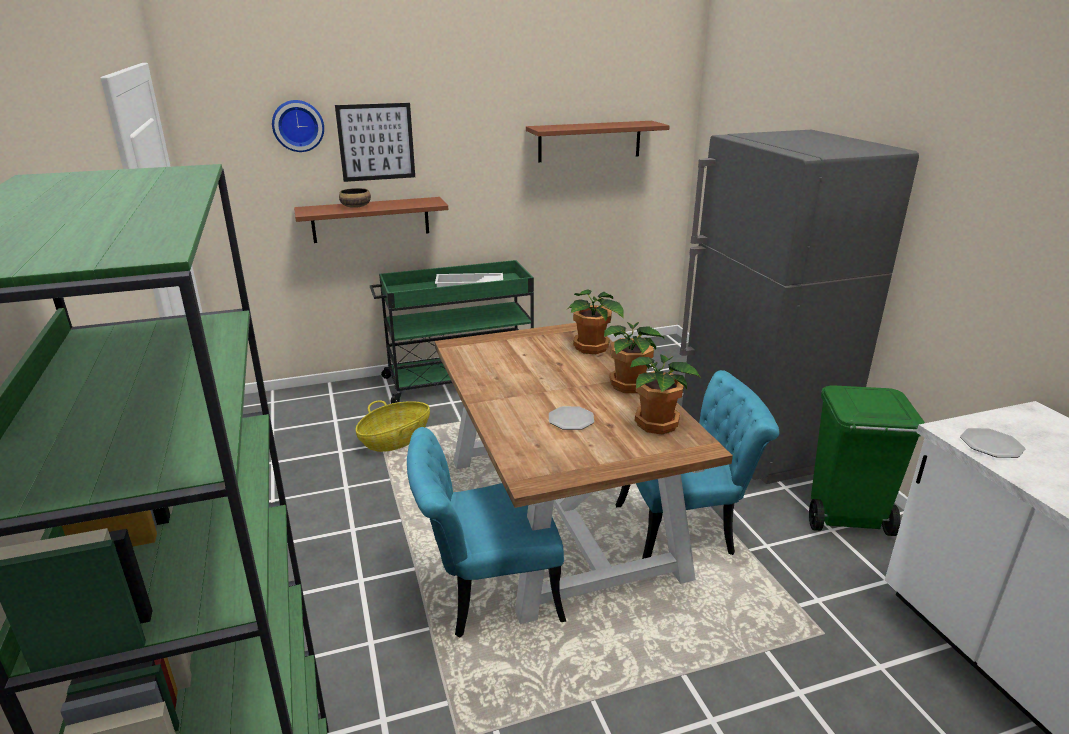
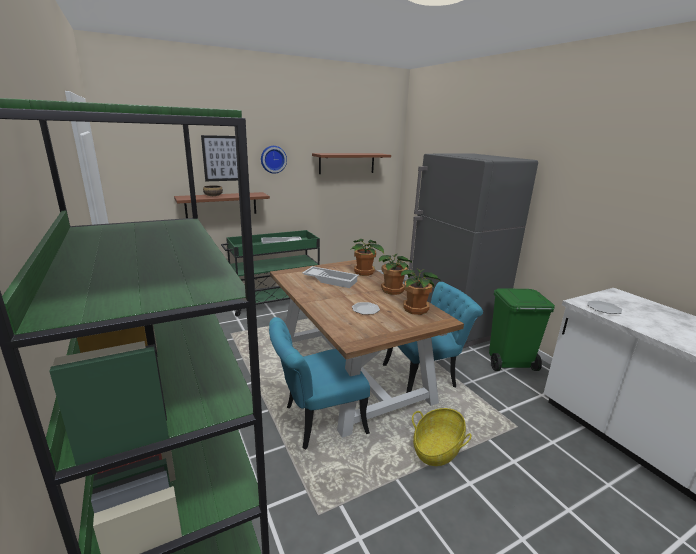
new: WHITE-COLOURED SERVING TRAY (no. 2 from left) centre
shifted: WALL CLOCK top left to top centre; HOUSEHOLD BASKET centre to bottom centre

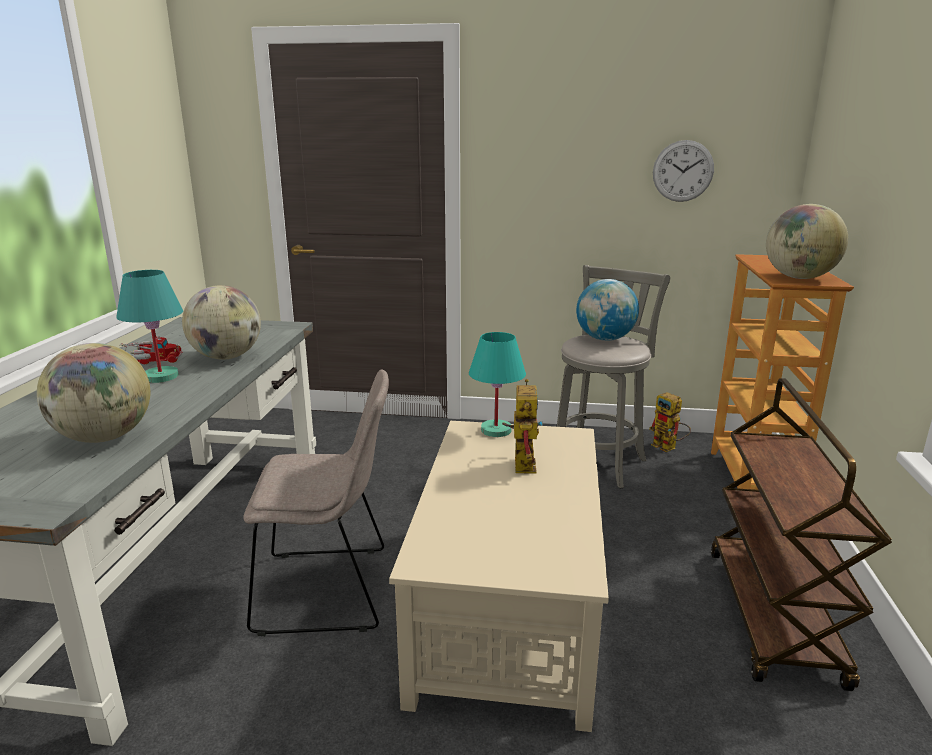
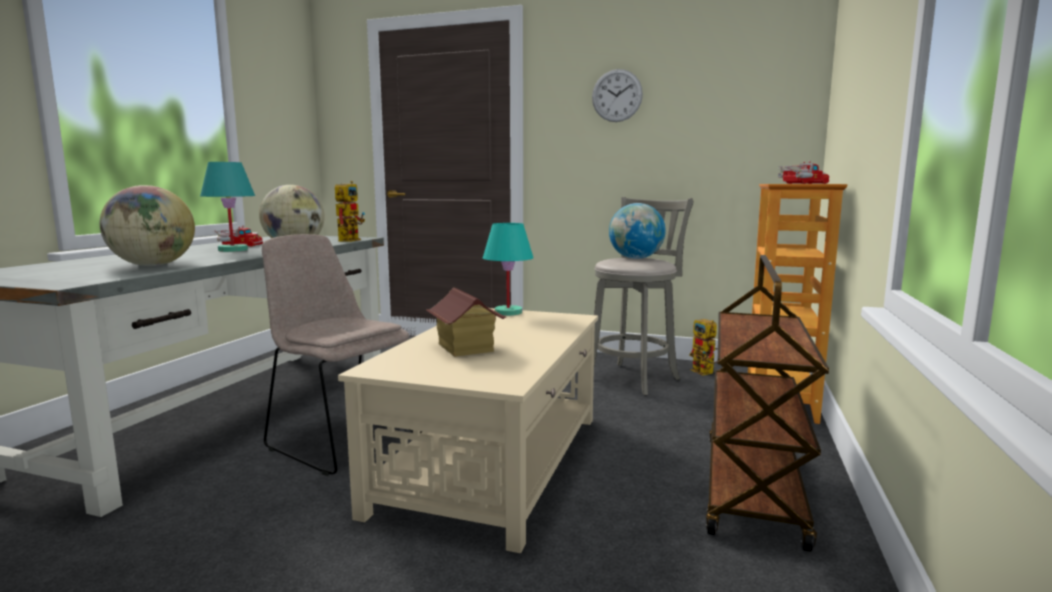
new: TOY HOUSE centre
shifted: TOY ROBOT (no. 1 from left) centre to middle left; WALL CLOCK top right to top centre
swapped: DESK GLOBE (no. 4 from left) top right to MODEL TRUCK (no. 2 from left) top right
rotated: BEIGE-COLOURED UPRIGHT CHAIR centre = middle left 150 degrees counterclockwise

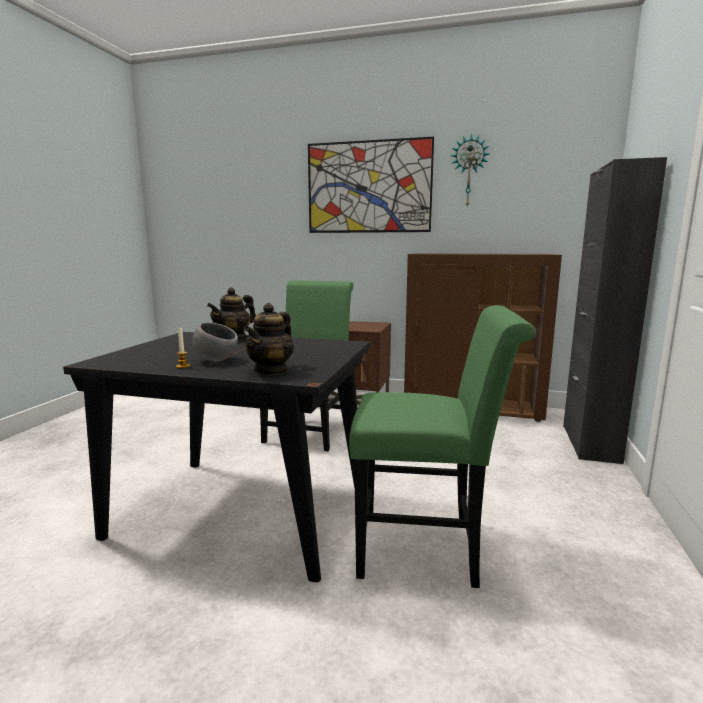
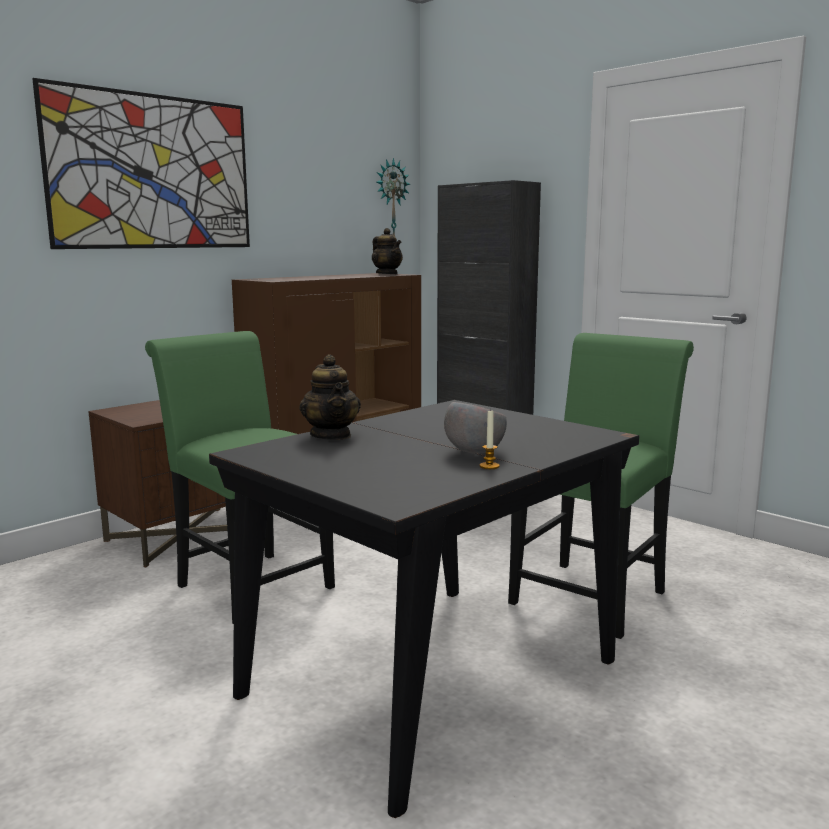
shifted: POT FOR TEA (no. 2 from left) centre to top centre; WALL CLOCK top right to top centre

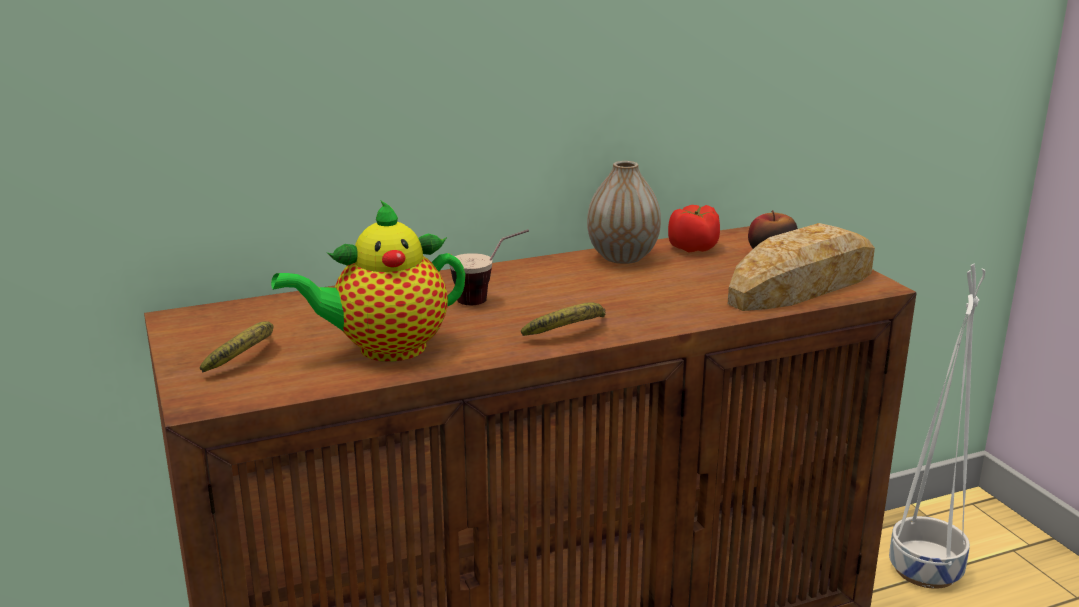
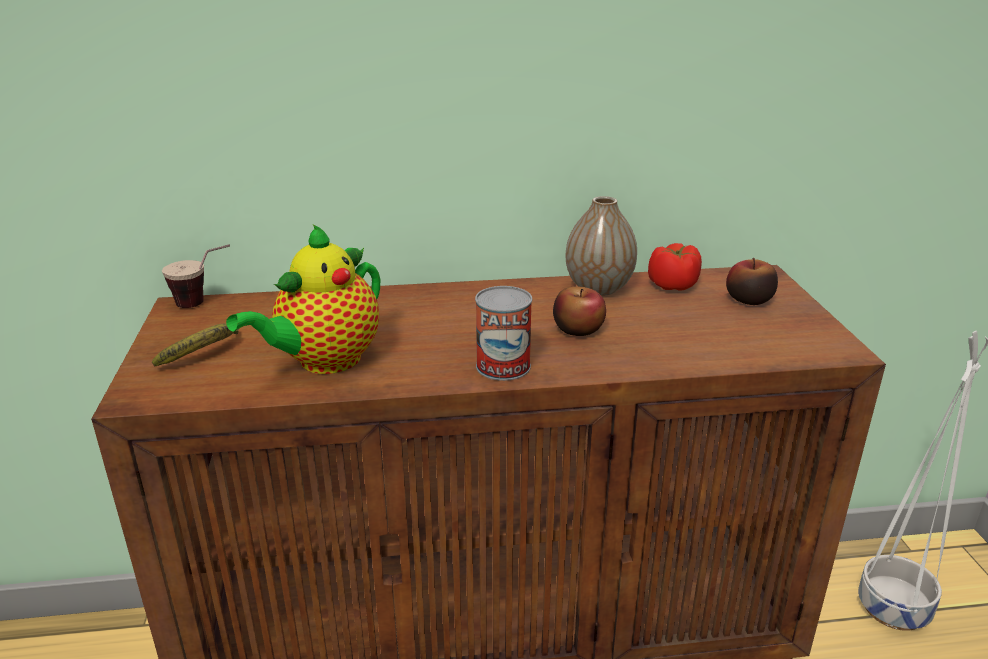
gone: BREAD middle right
new: APPLE (no. 1 from left) centre
shifted: CUP centre to middle left
swapped: WHOLE BANANA (no. 2 from left) centre to SEALED CAN centre
rotated: POT FOR TEA centre = middle left 45 degrees counterclockwise

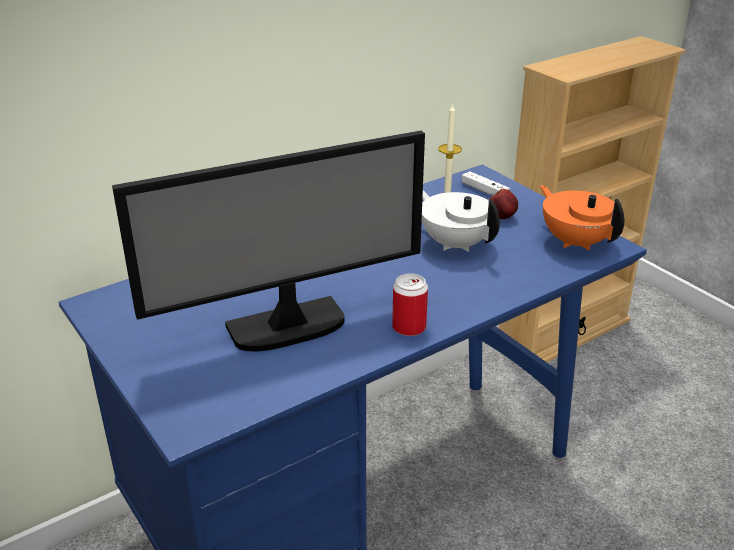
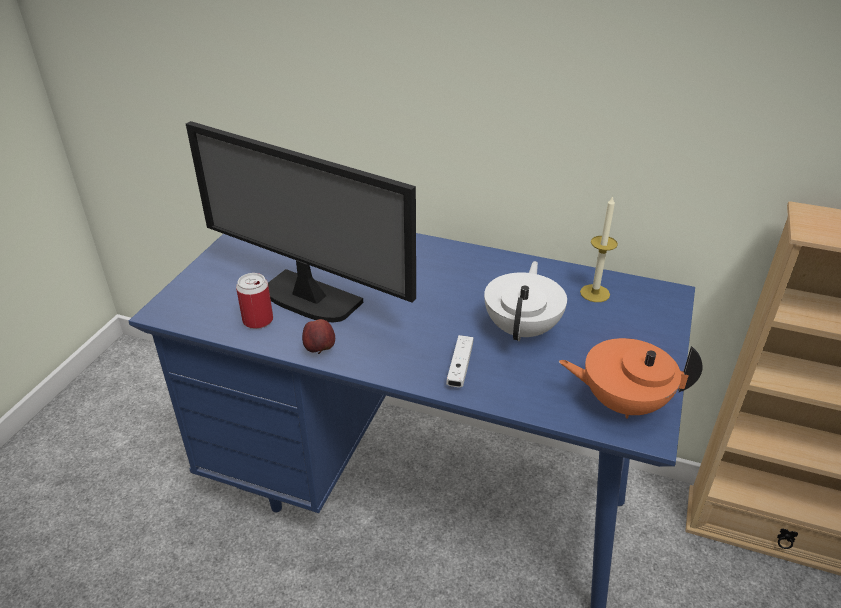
shifted: SEALED CAN centre to middle left; WHITE-COLOURED GAME CONTROLLER top centre to centre; APPLE middle right to centre
rotated: ORANGE-COLOURED POT FOR TEA middle right = middle right 105 degrees counterclockwise

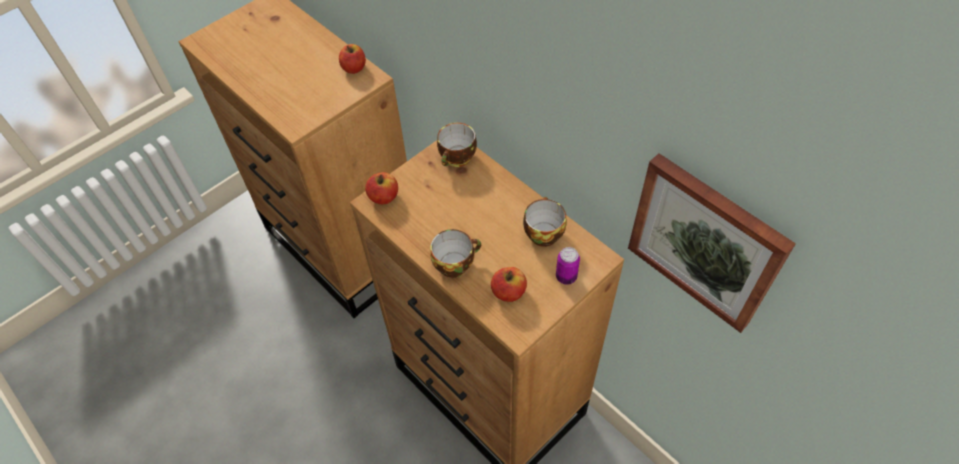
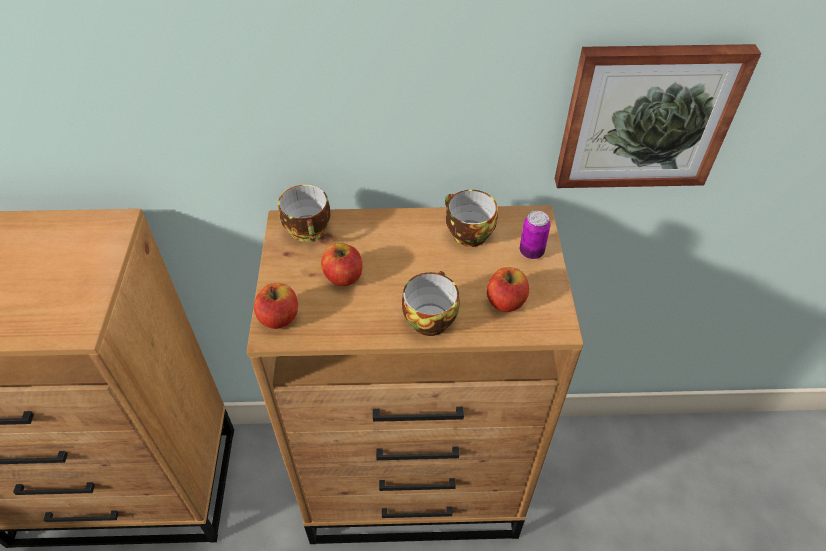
shifted: APPLE (no. 1 from left in the first image) top centre to APPLE (no. 2 from left) centre

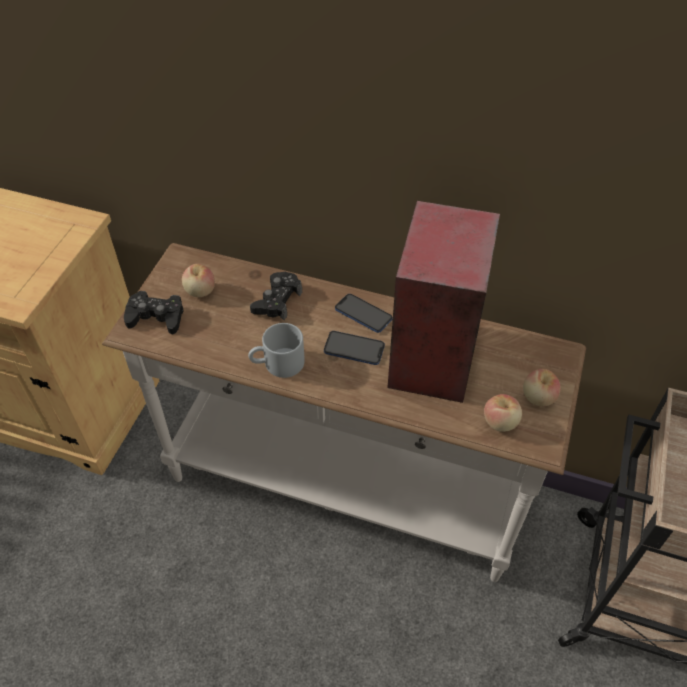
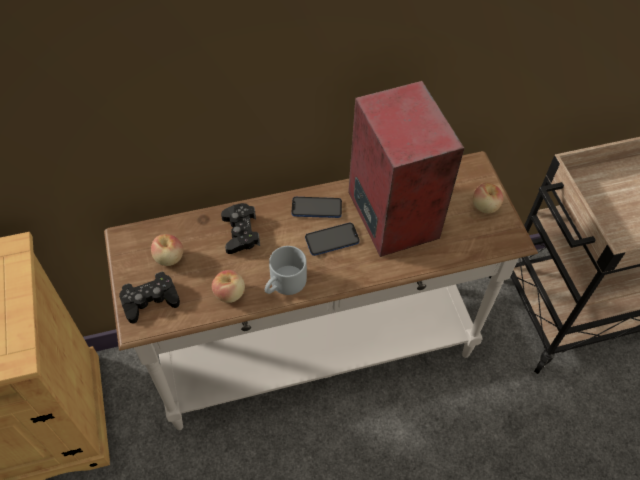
shifted: APPLE (no. 2 from left) middle right to centre

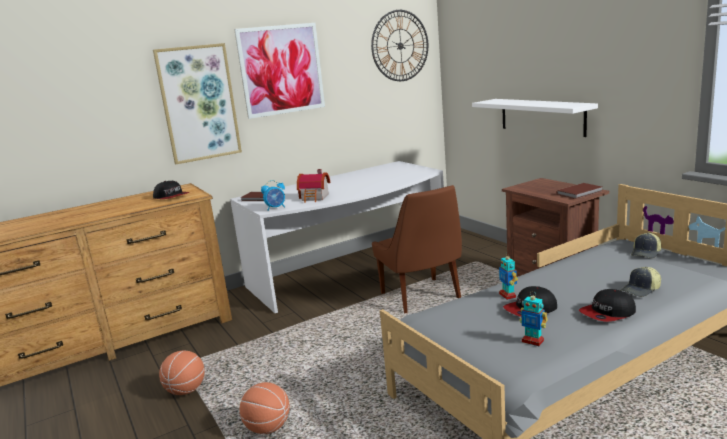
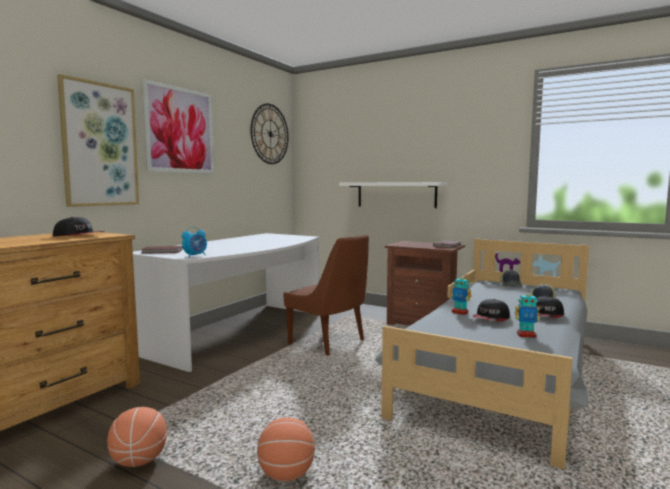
gone: TOY HOUSE centre

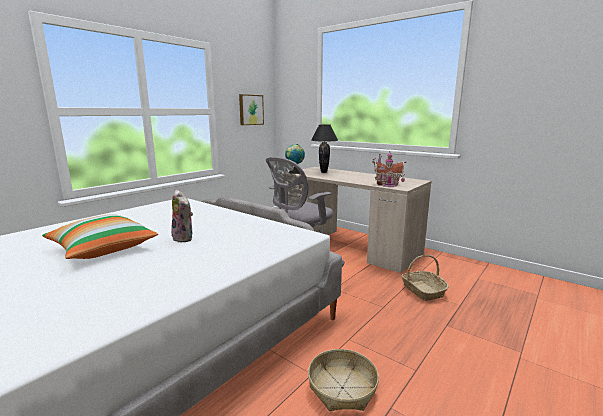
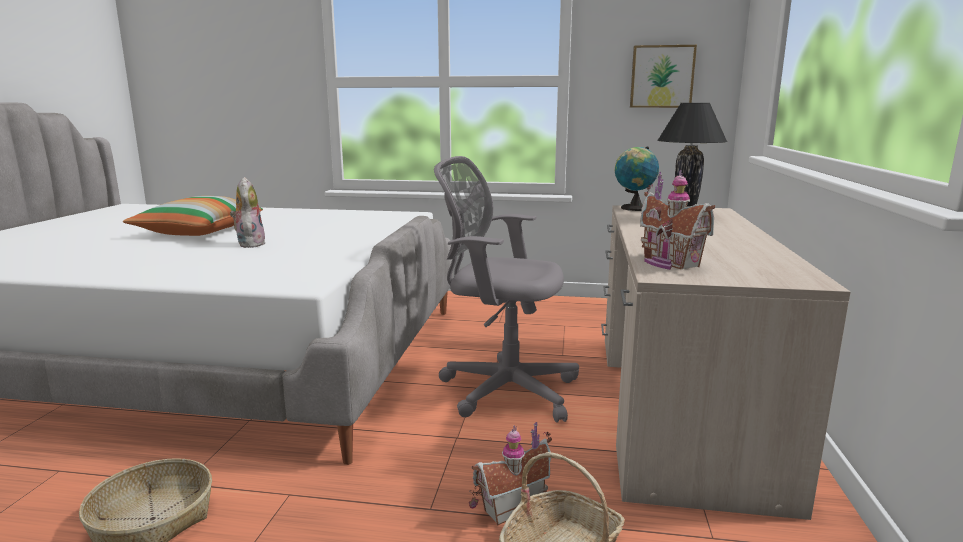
new: TOY HOUSE (no. 1 from left) bottom centre
rotated: CUDDLY TOY middle left = middle left 150 degrees clockwise

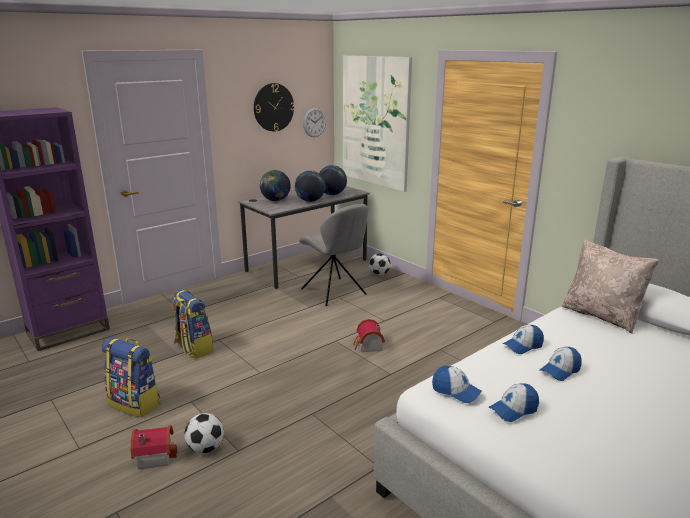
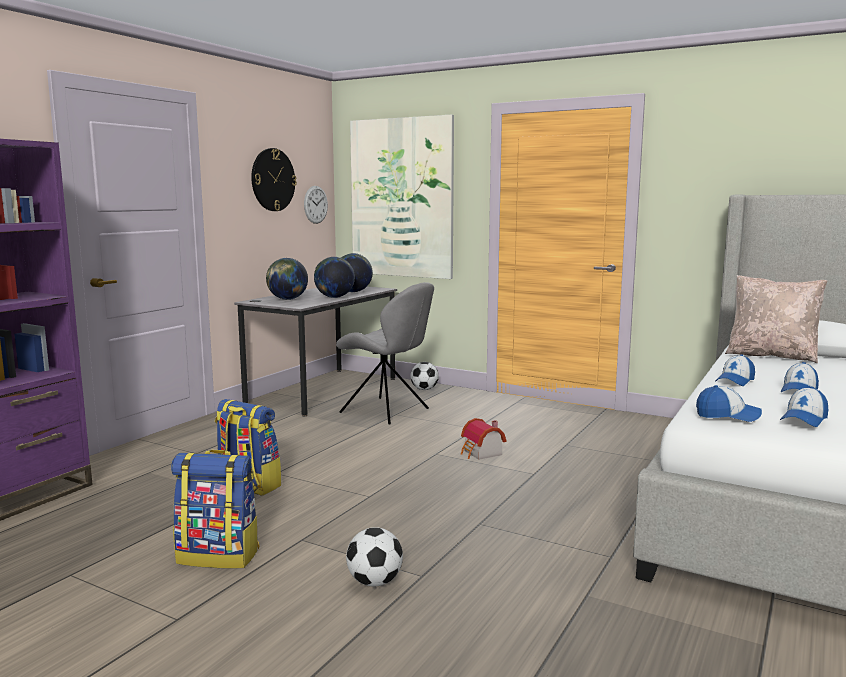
gone: TOY HOUSE (no. 1 from left) bottom left

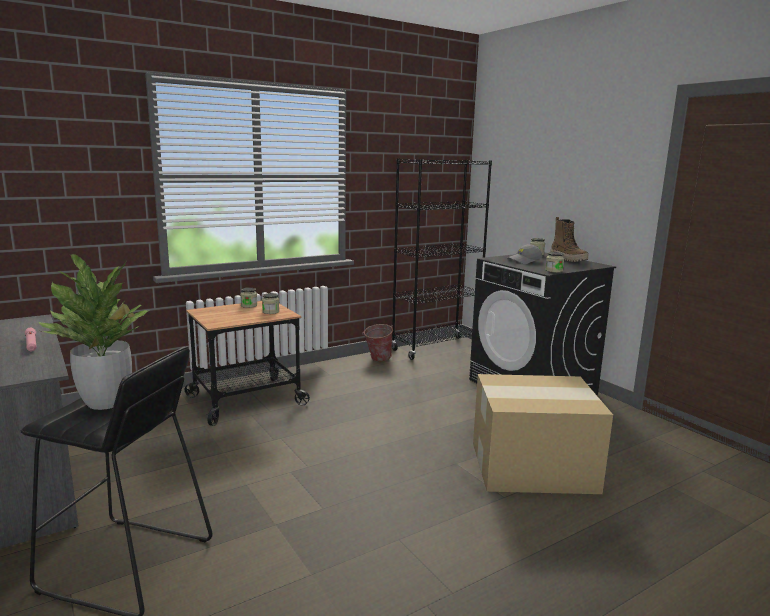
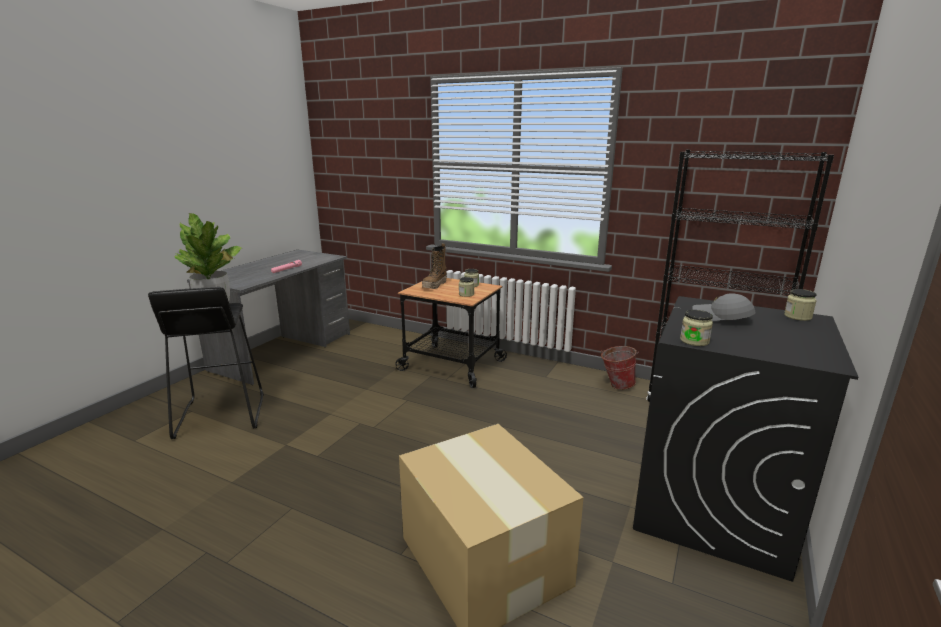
shifted: HIGH-TOP BOOT middle right to centre

